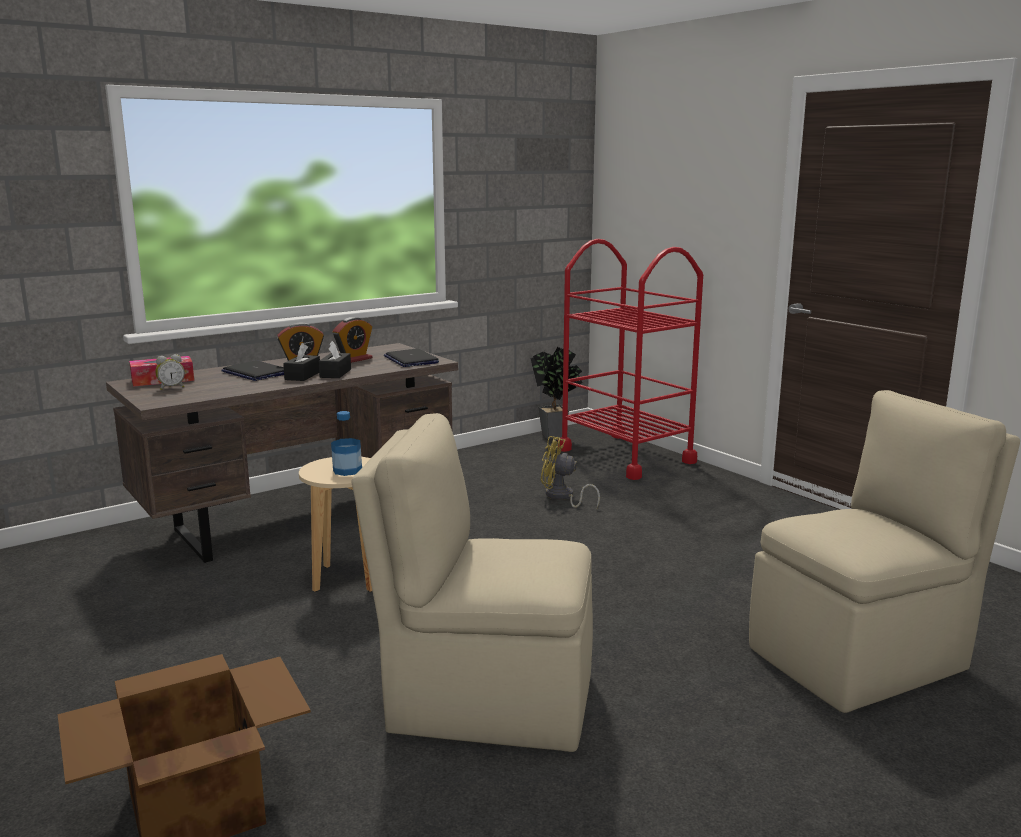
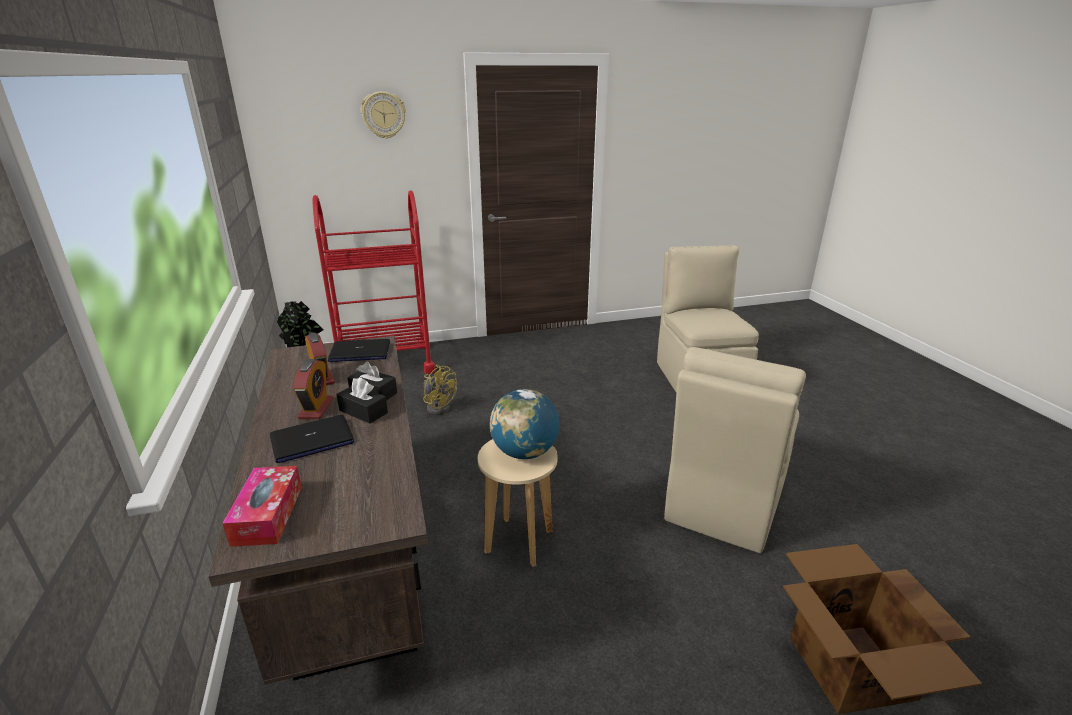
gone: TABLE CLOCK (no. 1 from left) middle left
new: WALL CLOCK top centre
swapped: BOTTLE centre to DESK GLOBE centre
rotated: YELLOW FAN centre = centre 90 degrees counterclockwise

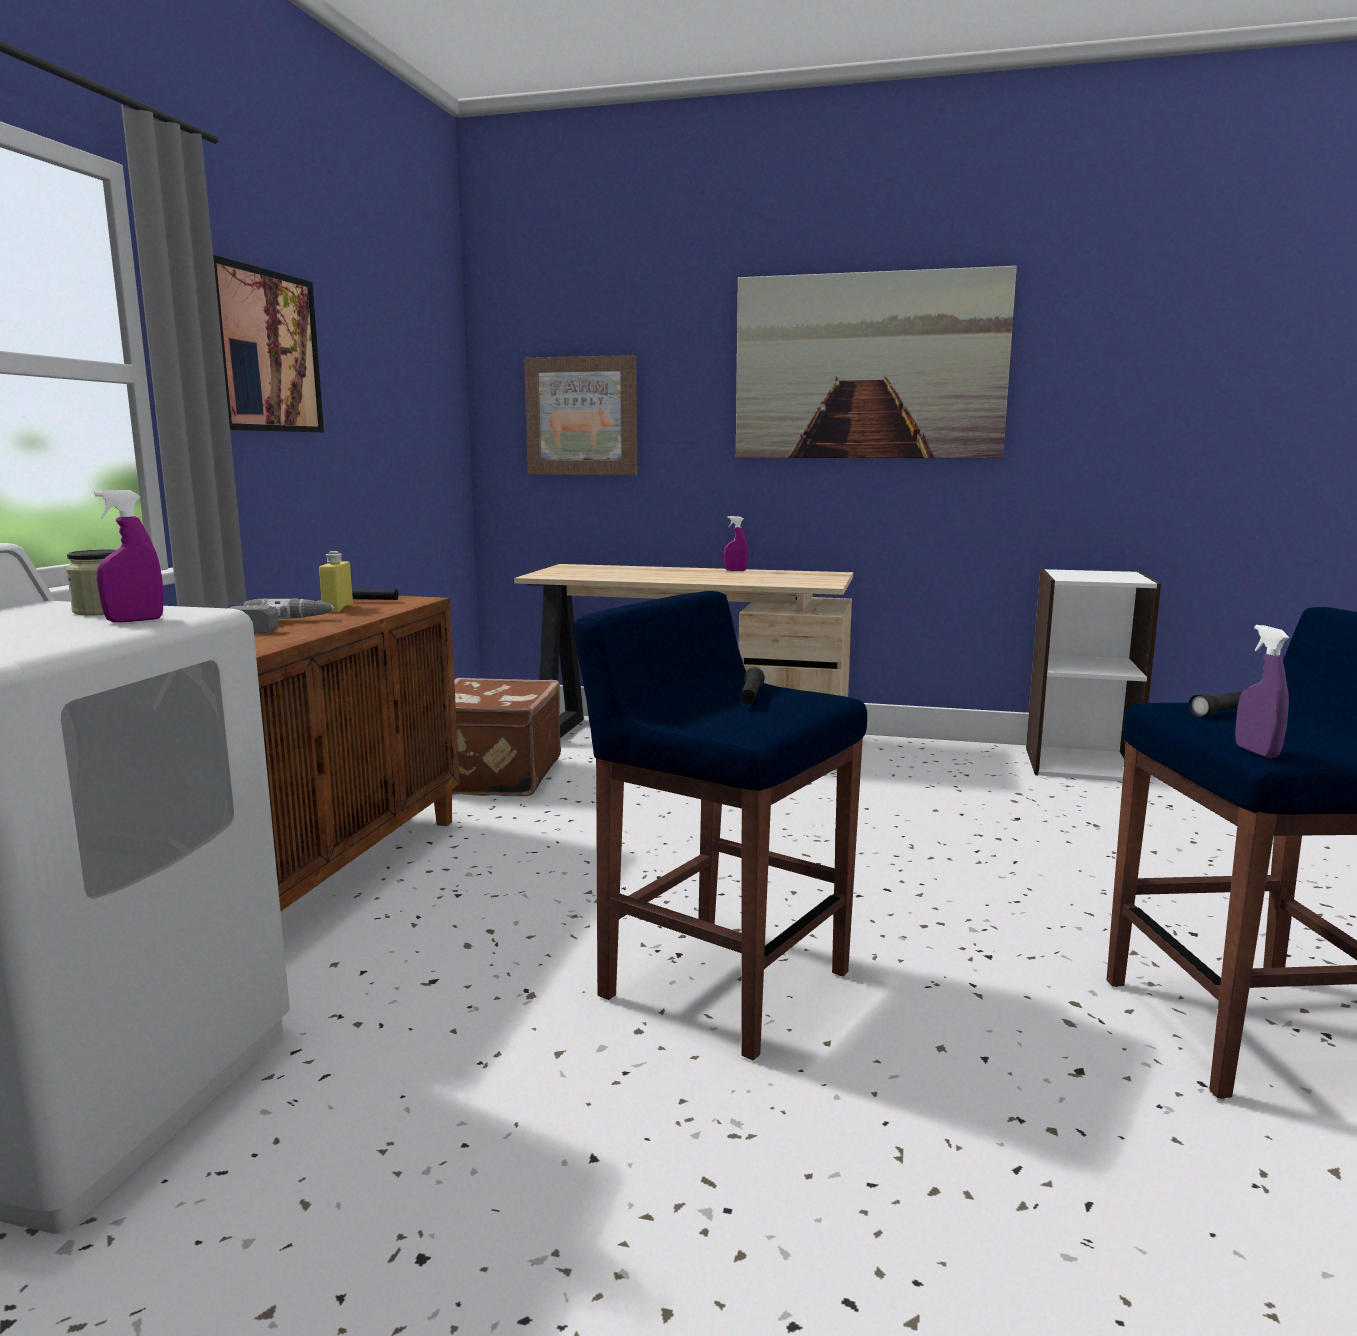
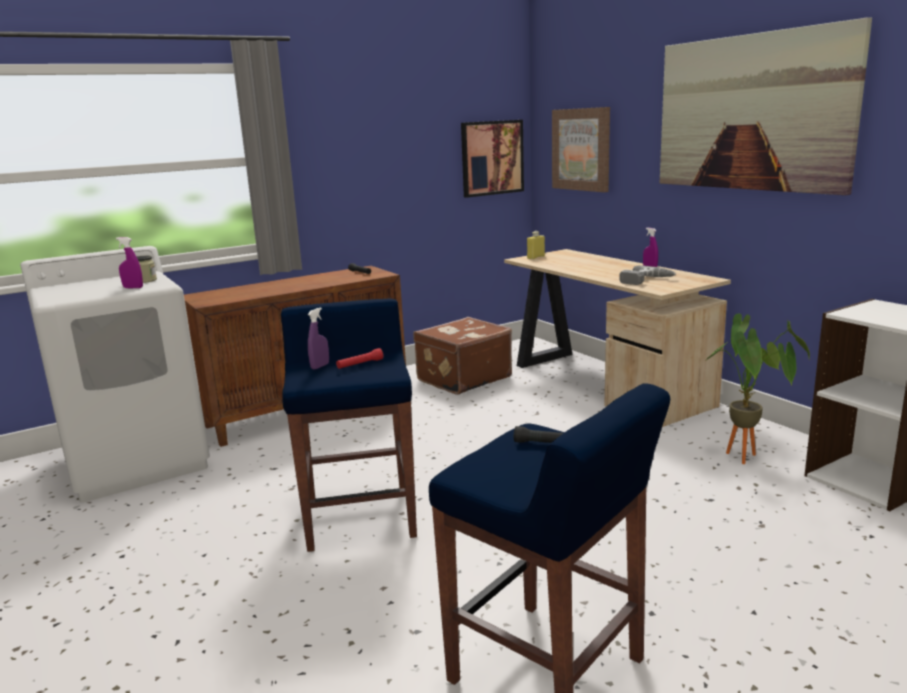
new: PLANT IN A POT middle right
shifted: WALL PICTURE (no. 1 from left) top left to top centre; ELECTRIC DRILL middle left to middle right; YELLOW BOTTLE middle left to centre; PURPLISH SPRAY BOTTLE (no. 3 from left in the first image) middle right to PURPLISH SPRAY BOTTLE (no. 2 from left) centre
repainted: BLACKISH FLASHLIGHT (no. 2 from left) centre to RED FLASHLIGHT centre

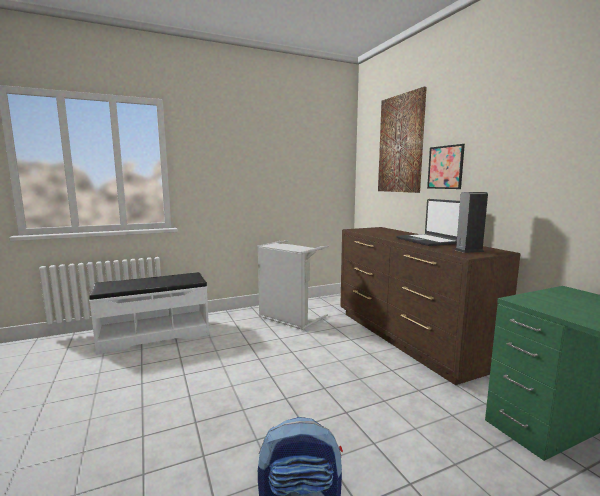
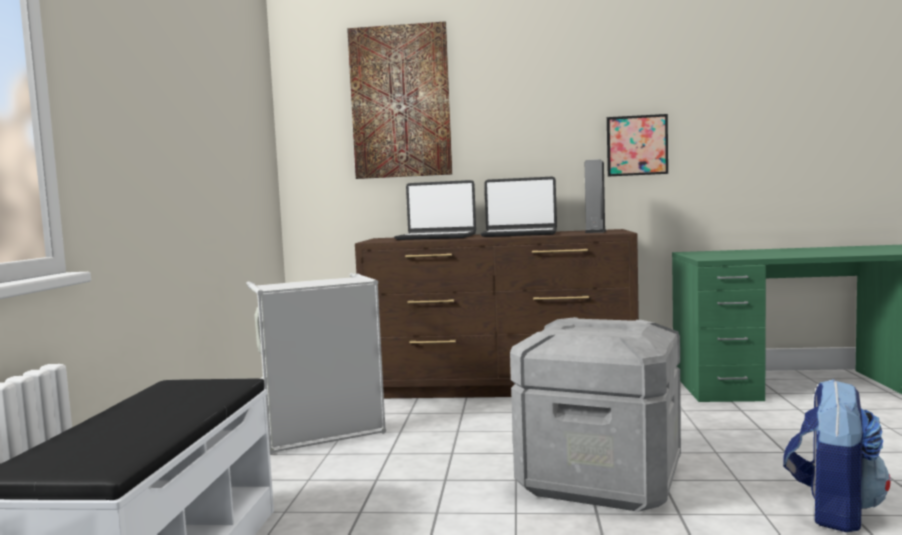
new: NOTEBOOK COMPUTER (no. 1 from left) centre; GREYISH STORAGE BIN bottom centre
shifted: WALL PICTURE (no. 2 from left) middle right to top right

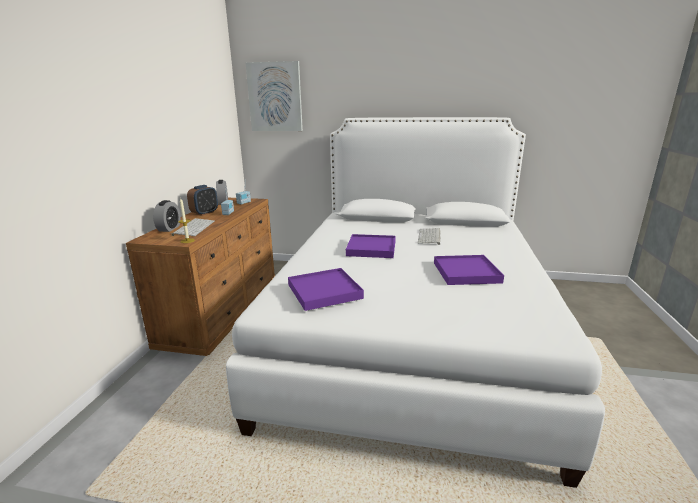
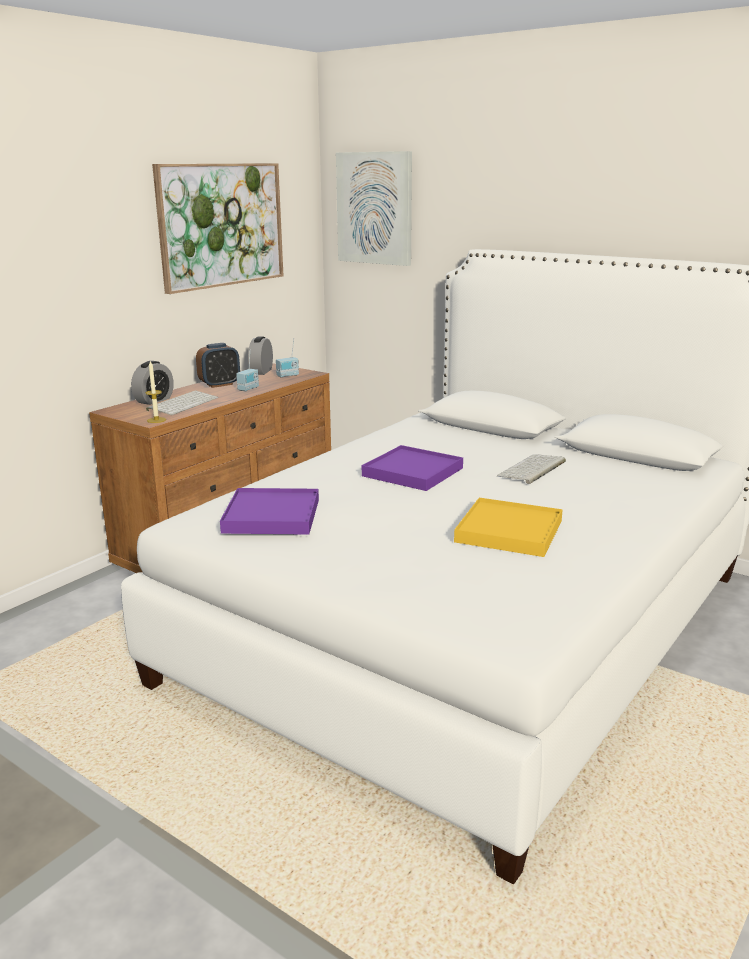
new: WALL PICTURE (no. 1 from left) top left
repainted: PURPLISH SERVING TRAY (no. 3 from left) middle right to YELLOW SERVING TRAY middle right

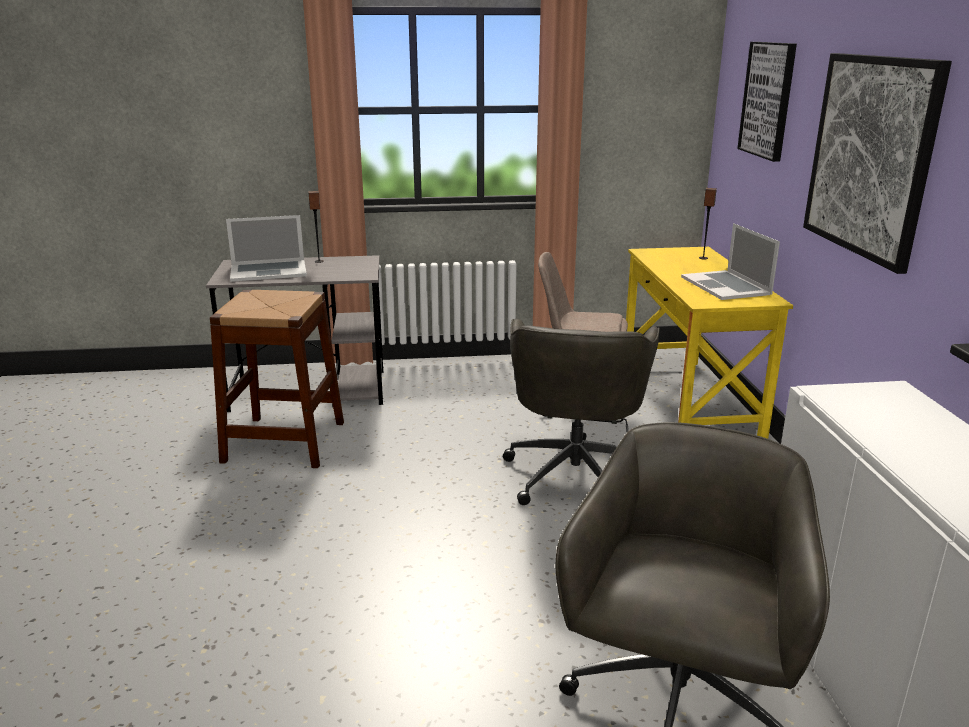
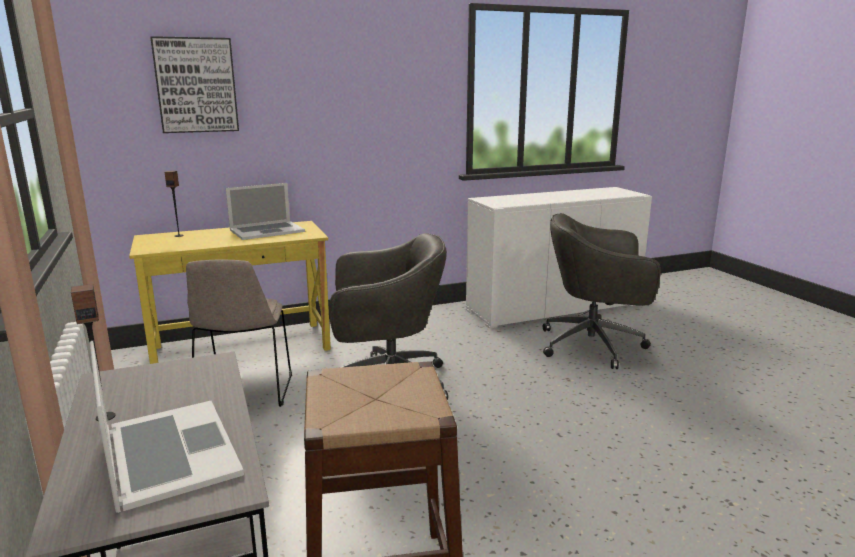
gone: WALL PICTURE (no. 2 from left) top right

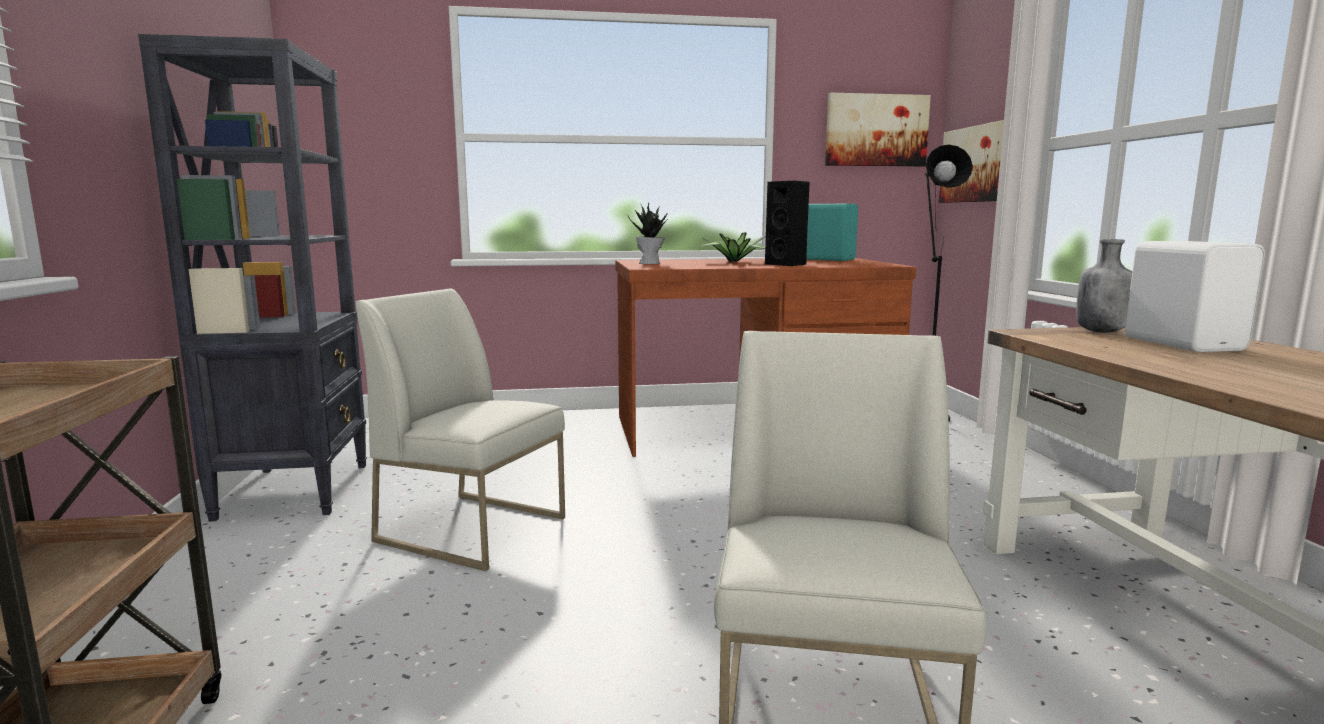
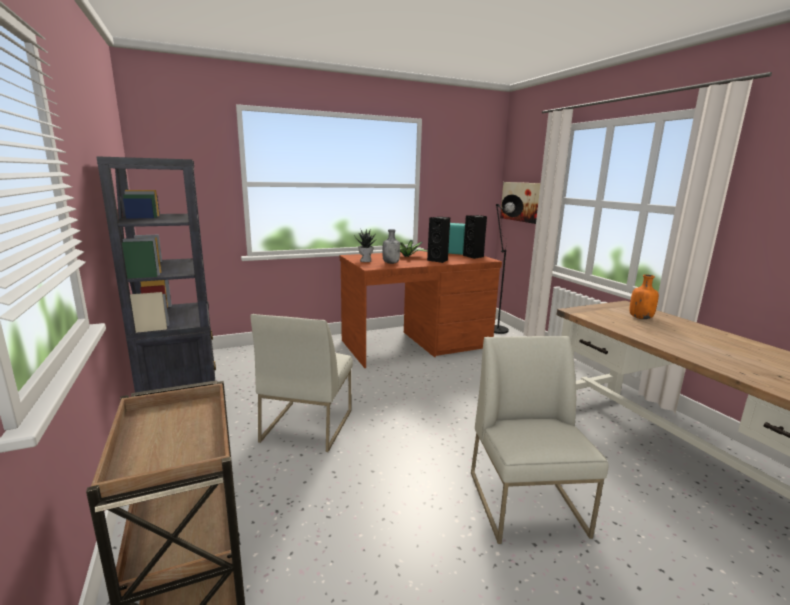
gone: WALL PICTURE (no. 1 from left) top centre
new: BLACKISH AUDIO SPEAKER (no. 2 from left) centre
shifted: GREYISH BOTTLE middle right to centre
swapped: WHITE-COLOURED AUDIO SPEAKER middle right to ORANGE-COLOURED BOTTLE middle right
rotated: WHITE-COLOURED UPRIGHT CHAIR (no. 1 from left) centre = centre 90 degrees counterclockwise

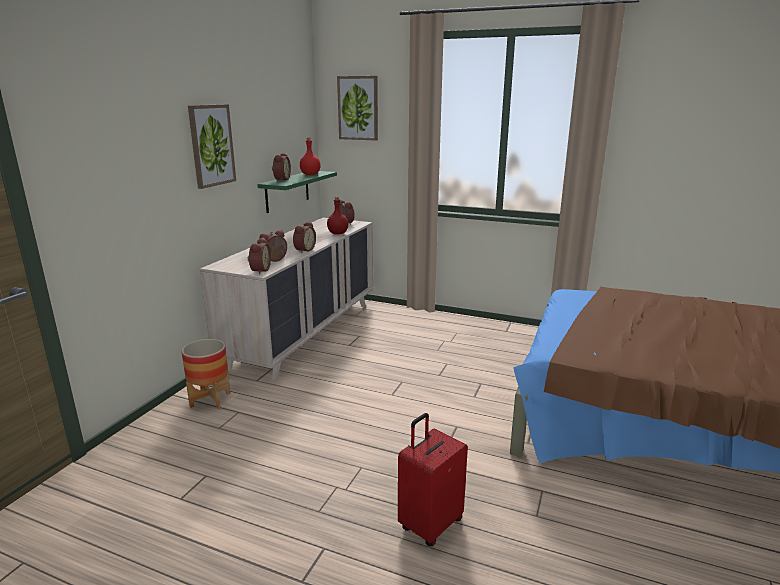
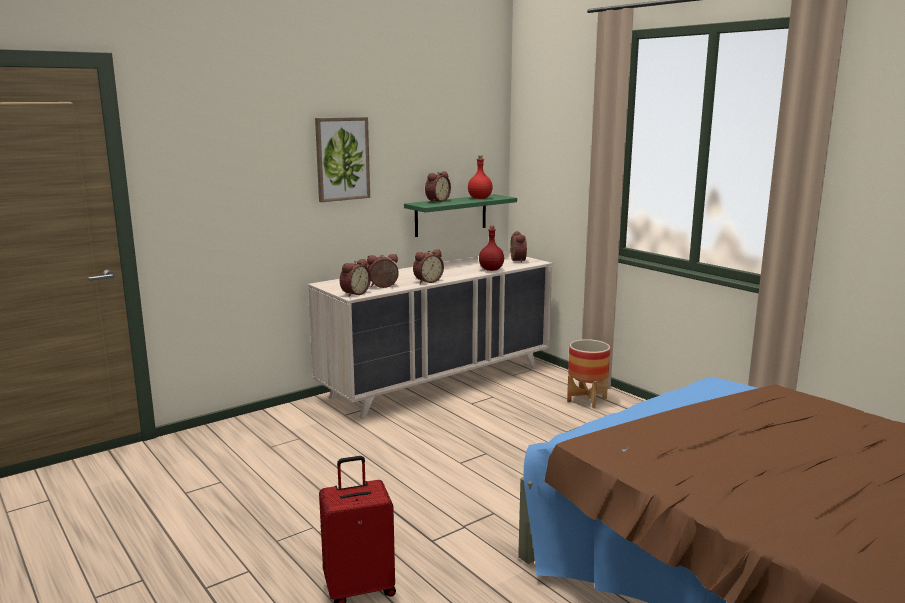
gone: WALL PICTURE (no. 2 from left) top centre
shifted: PLANT POT middle left to centre

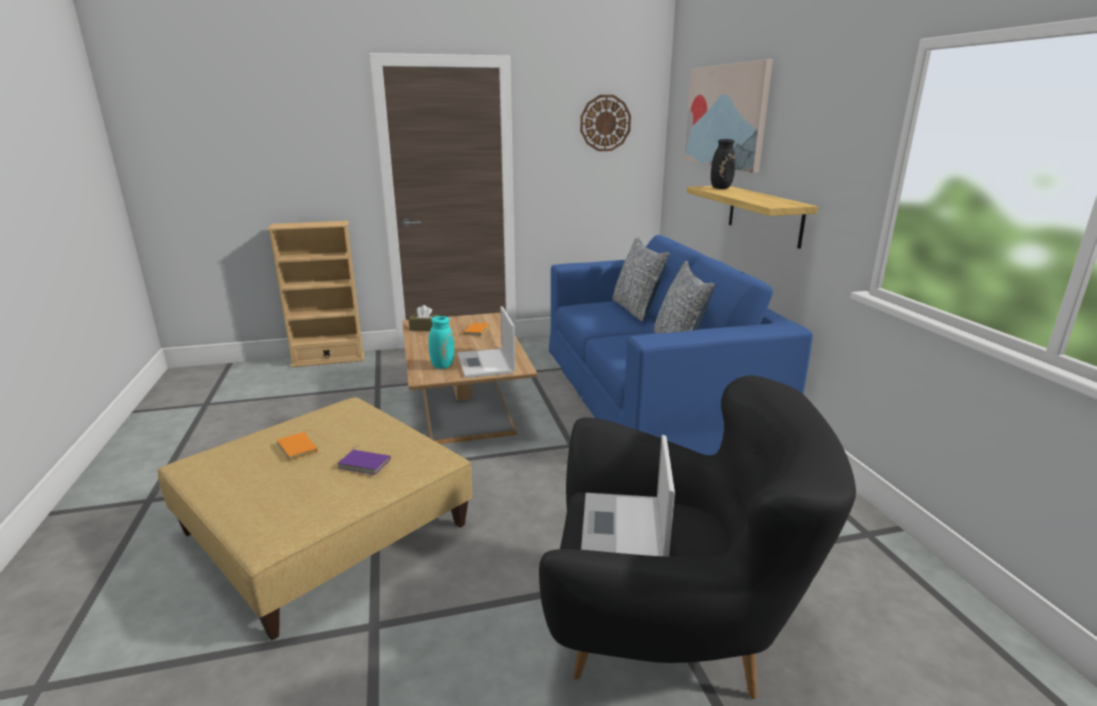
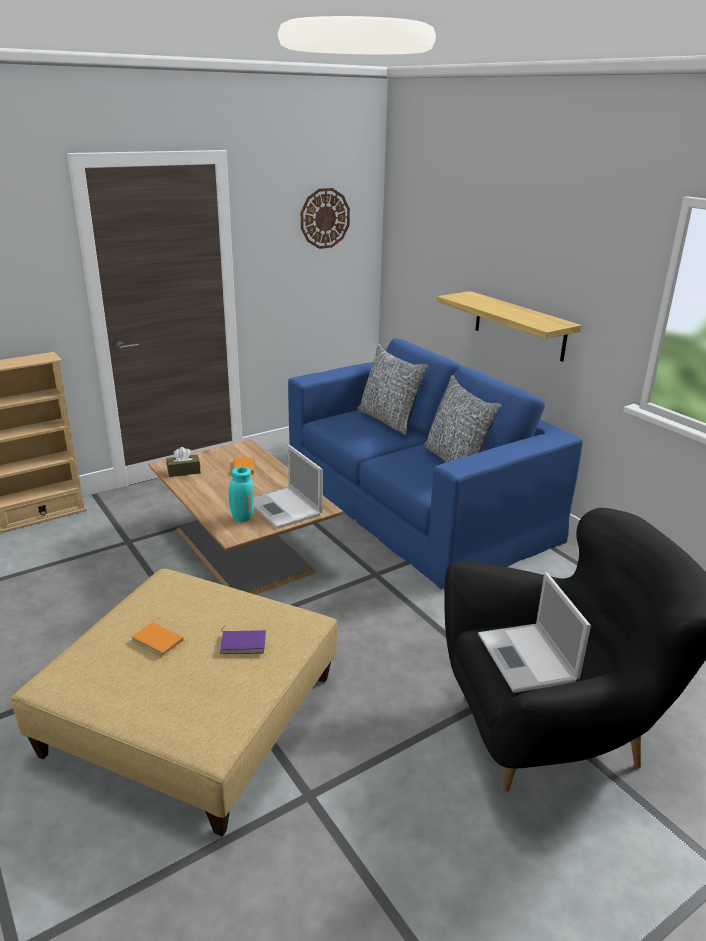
gone: WALL PICTURE top centre; BLACKISH DECORATIVE VASE top centre

